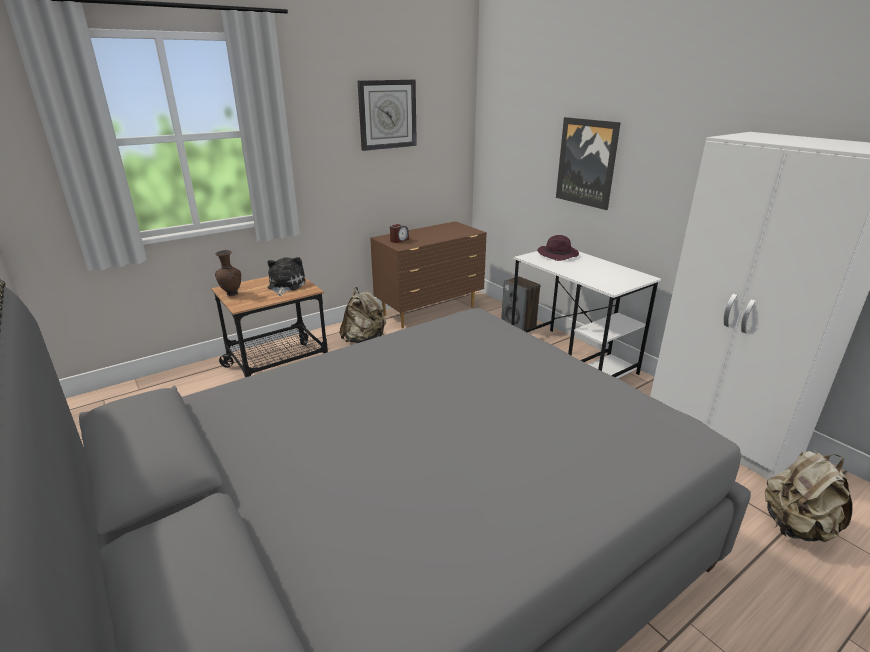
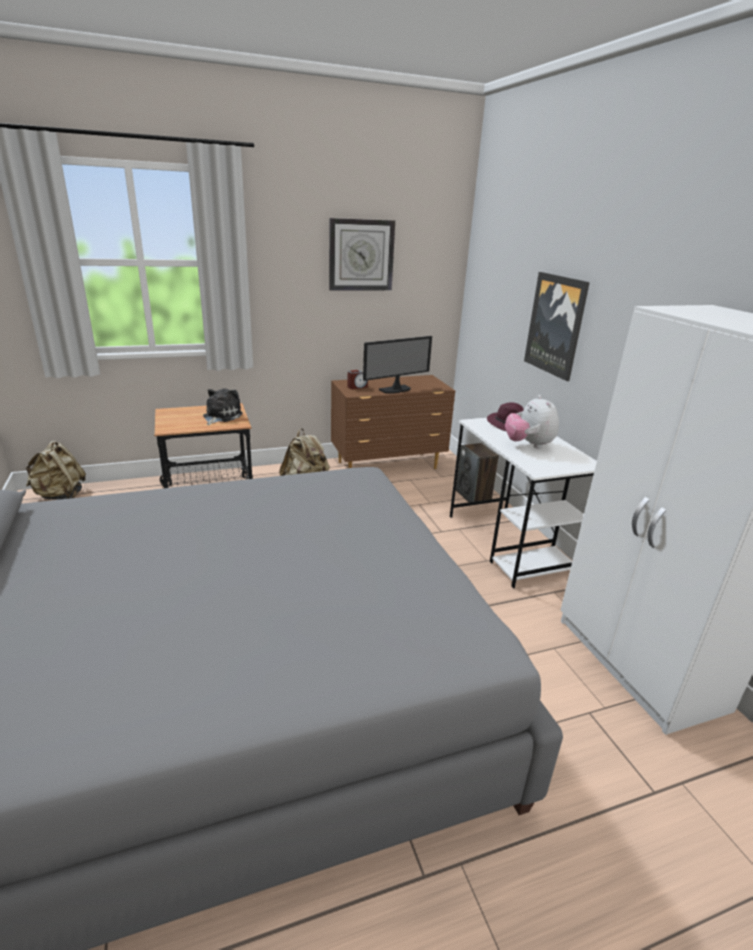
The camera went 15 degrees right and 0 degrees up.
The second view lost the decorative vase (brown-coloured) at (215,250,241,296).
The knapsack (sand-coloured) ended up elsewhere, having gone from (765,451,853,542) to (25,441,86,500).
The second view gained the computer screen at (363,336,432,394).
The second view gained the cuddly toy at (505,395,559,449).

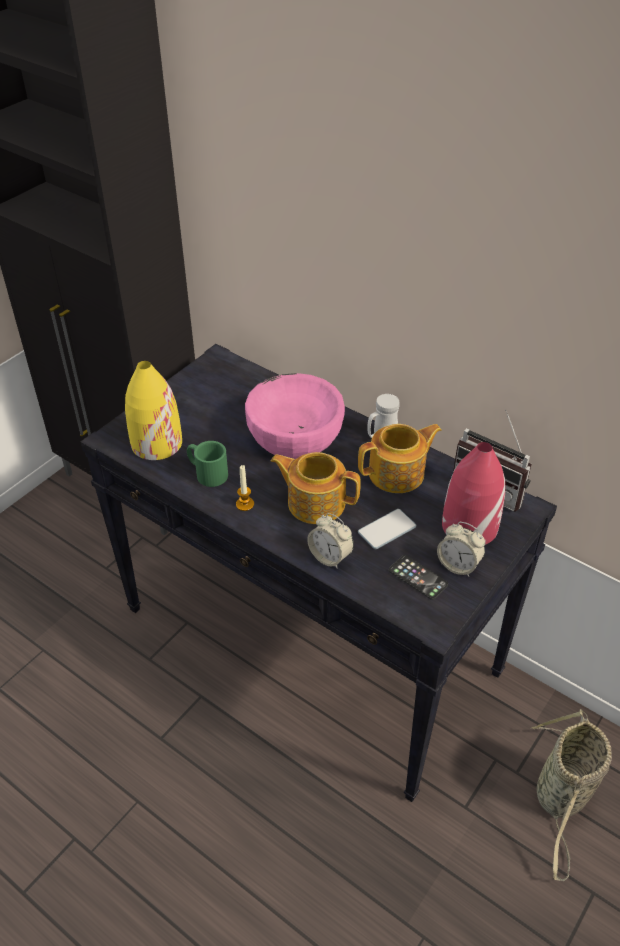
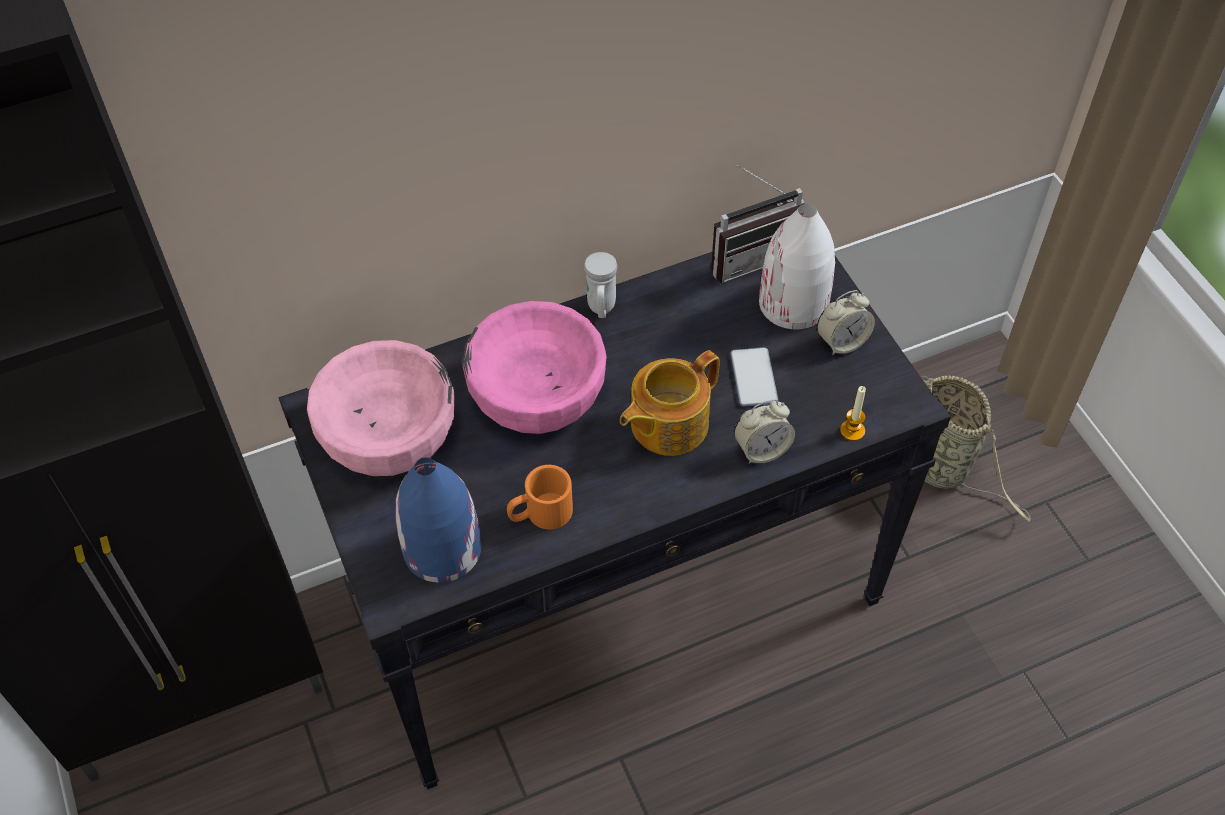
The camera went 60 degrees left and 10 degrees up.
What was the decorative vase (yellow) at (125,361,182,460) turned into the decorative vase (bluish) at (395,457,481,583).
What was the coffee mug (green-coloured) at (187,441,228,487) turned into the coffee mug (orangey) at (507,465,573,530).
The candle ended up elsewhere, having gone from (236,465,254,511) to (840,386,866,441).
The second view lost the tea pot at (358,424,442,493).
The second view lost the phone at (389,555,448,600).
What was the decorative vase (red) at (442,442,505,545) turned into the decorative vase (white-coloured) at (759,204,835,329).
The second view gained the bowl (pink) at (307,340,455,476).

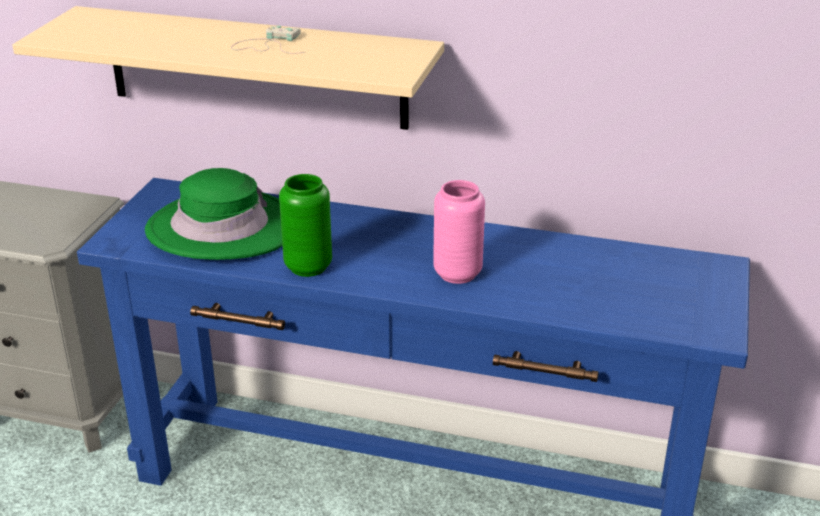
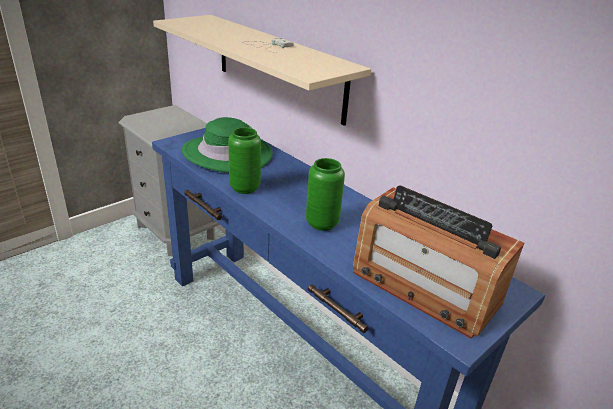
The camera went 30 degrees right and 0 degrees up.
What was the decorative vase (pink) at (433,180,485,284) turned into the decorative vase (green-coloured) at (306,158,345,231).
The second view gained the radio receiver at (353,185,524,339).

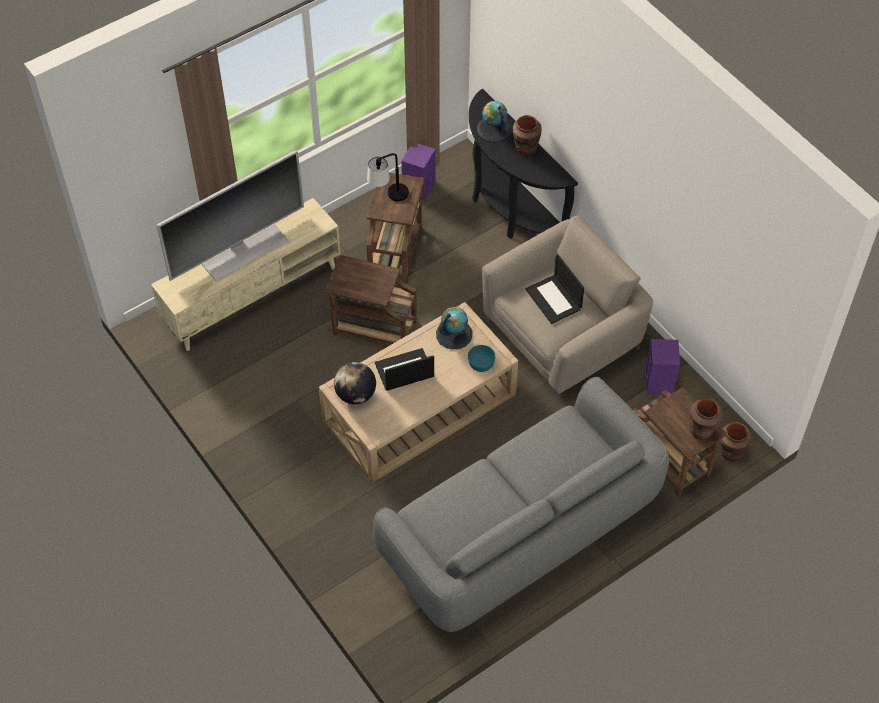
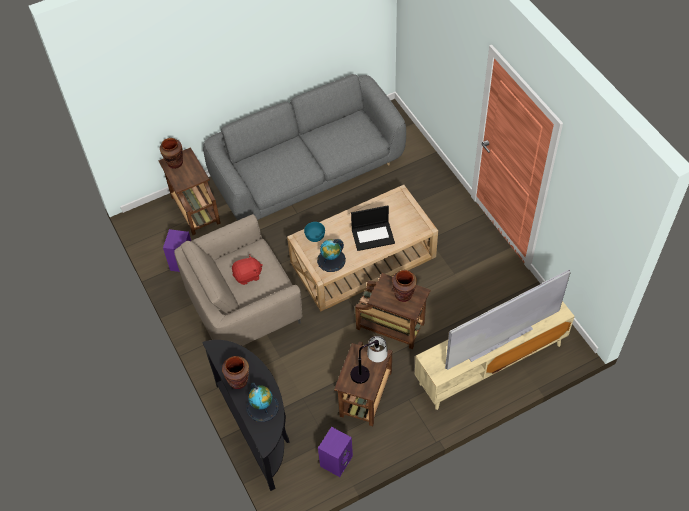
The camera went 170 degrees left and 0 degrees up.
The second view lost the desk globe at (334,362,376,404).
Where the notebook computer stood at (525,254,584,324), the cuddly toy (red) came to stand at (232,255,263,285).
The decorative vase (brown-coloured) ended up elsewhere, having gone from (720,422,752,462) to (392,270,417,302).

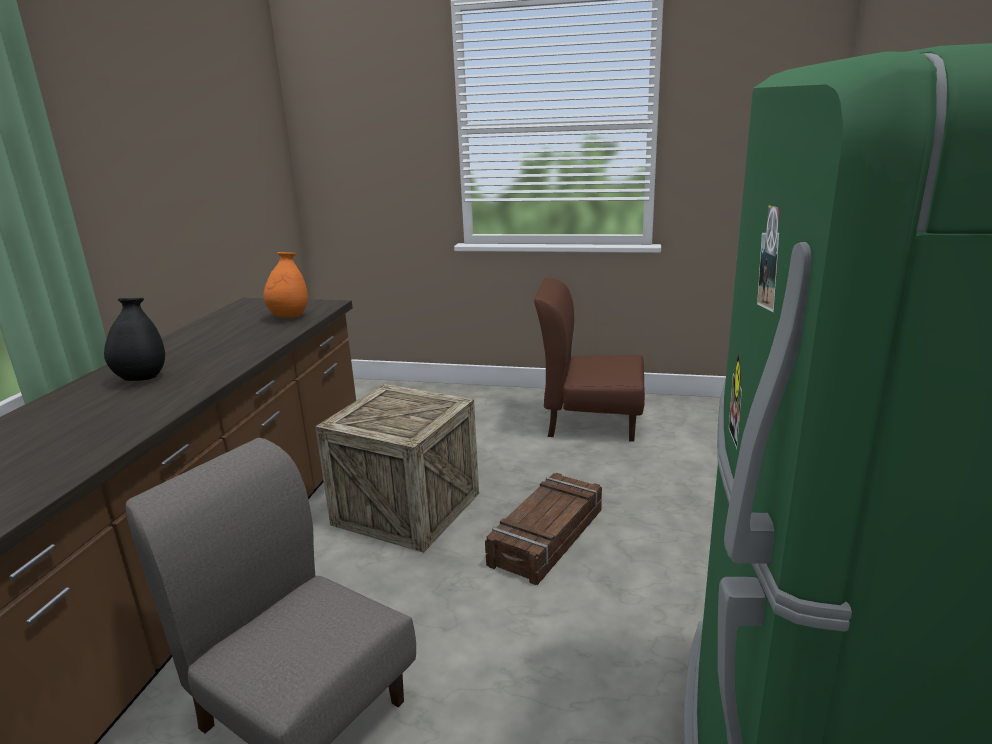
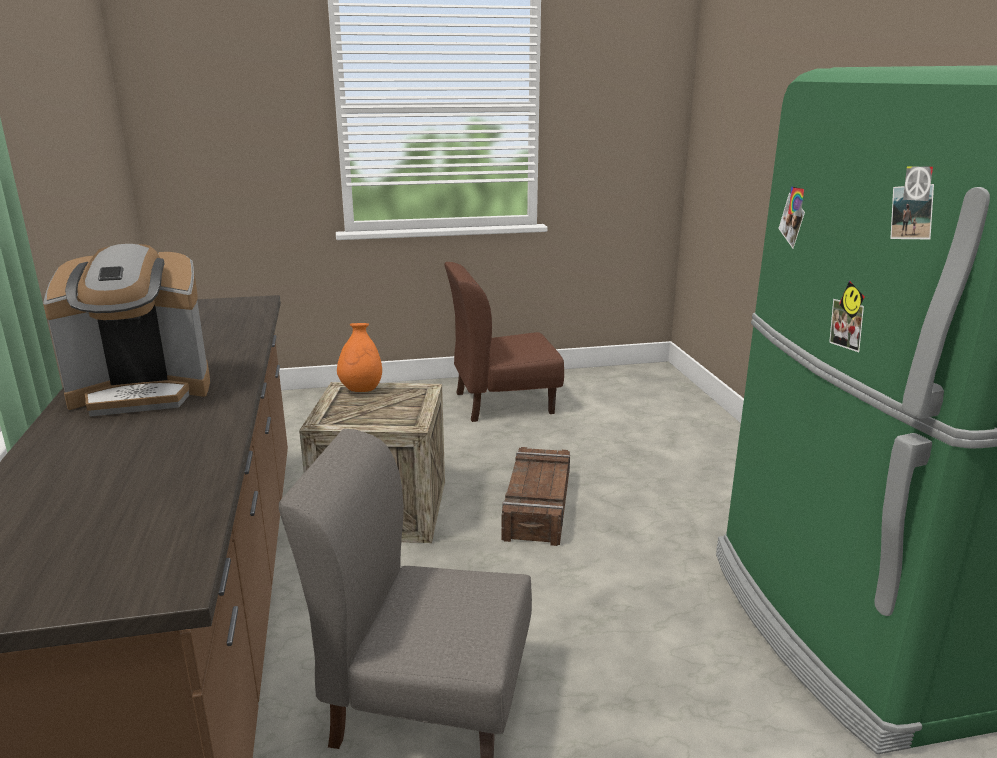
The camera went 25 degrees left and 0 degrees up.
Where the decorative vase (blackish) stood at (104,298,165,381), the coffee brewer came to stand at (43,244,210,417).
The decorative vase (orangey) ended up elsewhere, having gone from (263,252,308,318) to (337,323,382,392).

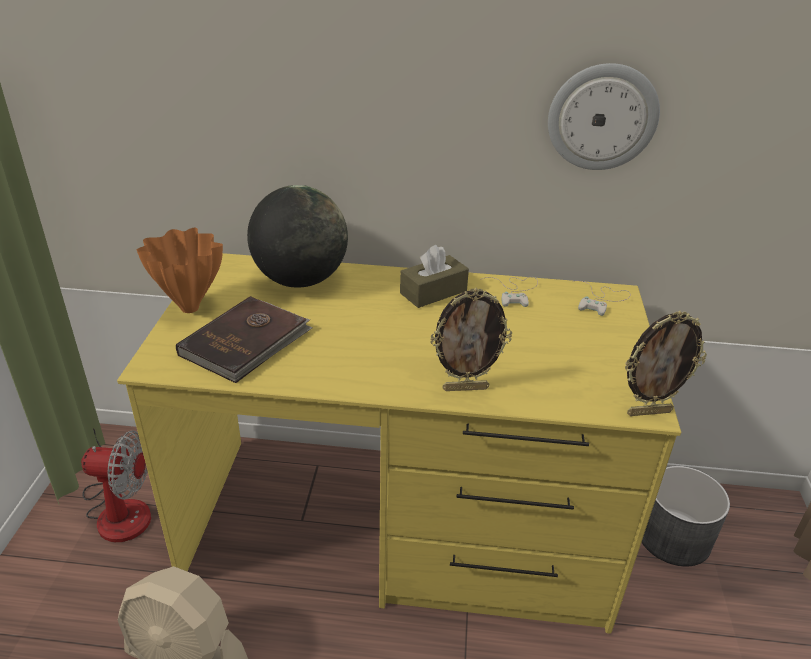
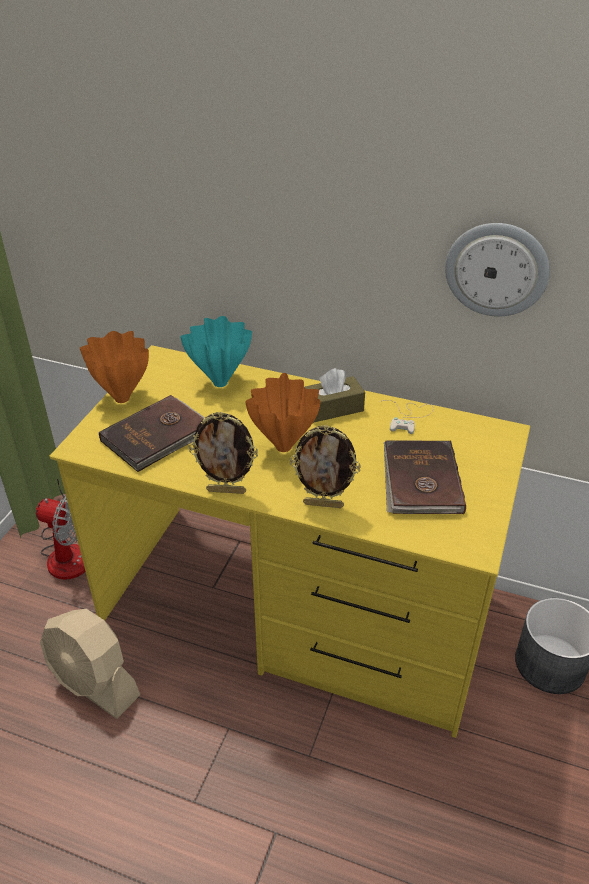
The camera went 15 degrees right and 5 degrees up.
Where the desk globe stood at (247,185,348,288), the decorative vase (turquoise) came to stand at (180,316,252,387).
The second view lost the game controller (white-coloured) at (578,281,631,316).
The standing frame ended up elsewhere, having gone from (625,311,707,416) to (189,411,258,494).
The second view gained the decorative vase (orangey) at (245,373,321,452).
The second view gained the book (brown-coloured) at (384,440,466,514).

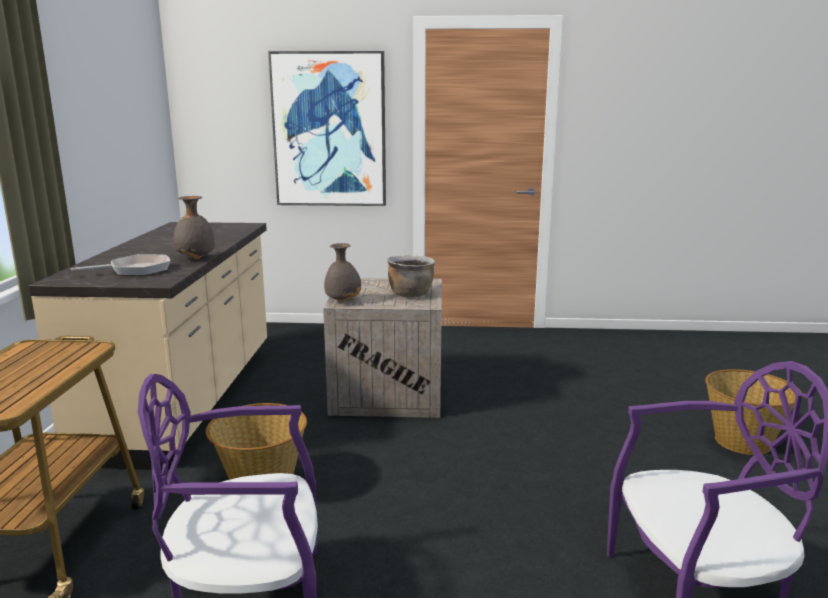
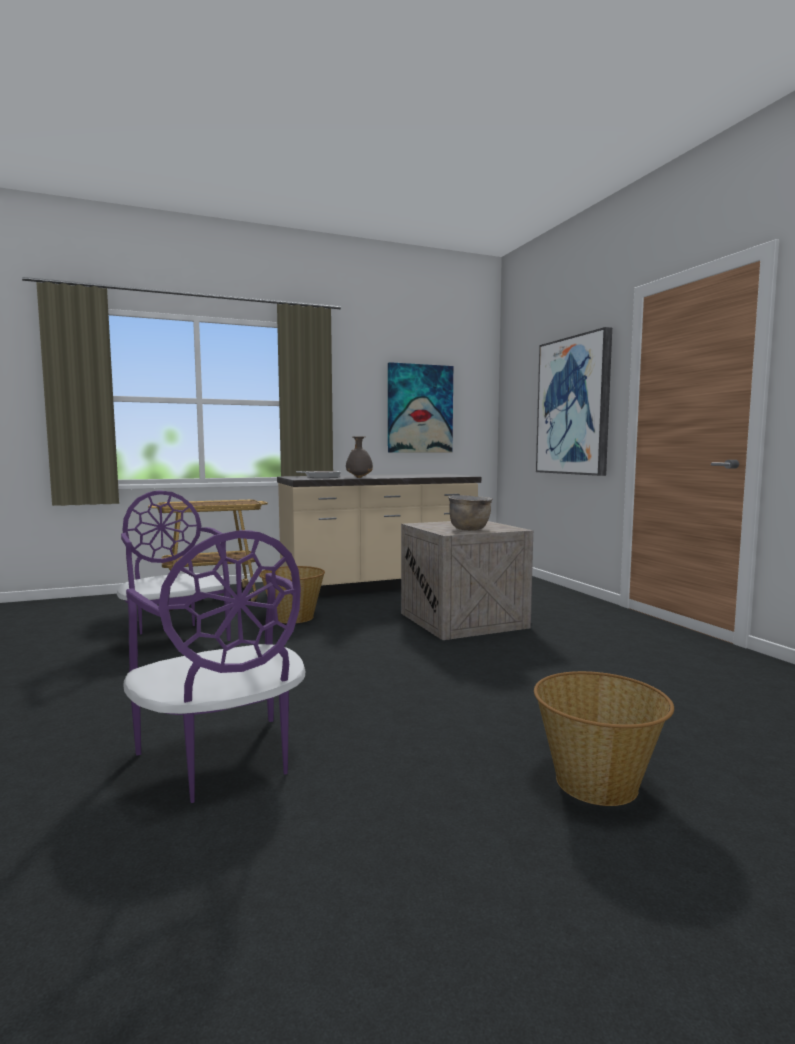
The camera went 65 degrees right and 10 degrees down.
The second view lost the decorative vase (greyish) at (324,243,361,302).
The second view gained the picture at (388,362,453,453).

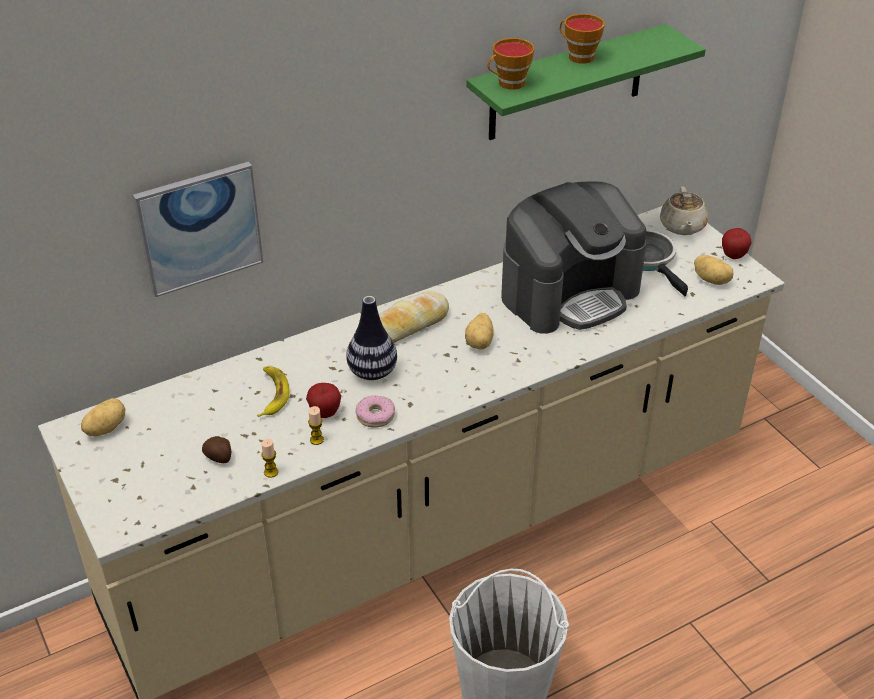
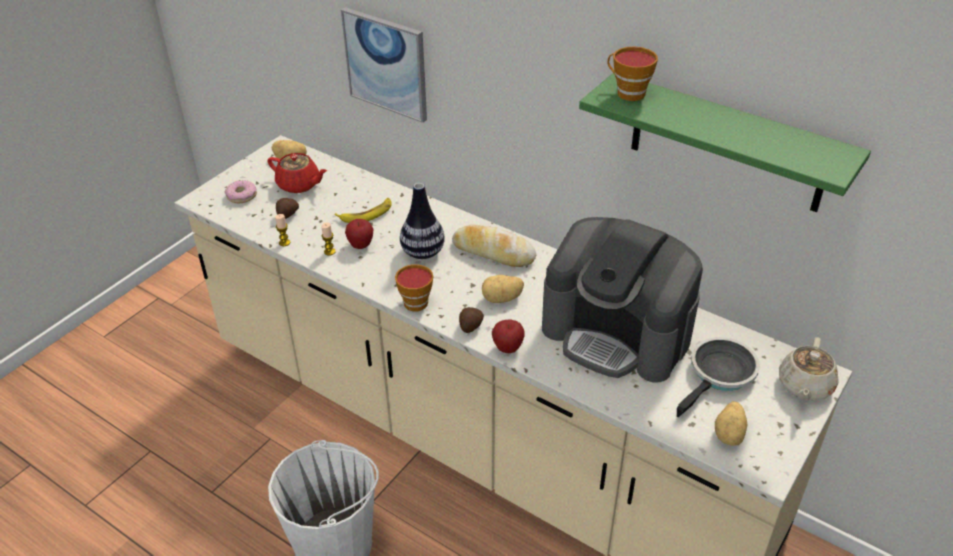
The camera went 65 degrees right and 0 degrees up.
The donut ended up elsewhere, having gone from (356,395,395,428) to (225,180,257,203).
The small cup ended up elsewhere, having gone from (560,14,605,64) to (395,264,433,311).
The tea pot (sand-coloured) at (660,186,708,235) ended up facing another way, 45 degrees counterclockwise from before.
The whole apple ended up elsewhere, having gone from (722,228,752,259) to (492,319,525,353).
The second view gained the tea pot (red) at (267,153,327,193).
The second view gained the potato at (459,307,484,333).

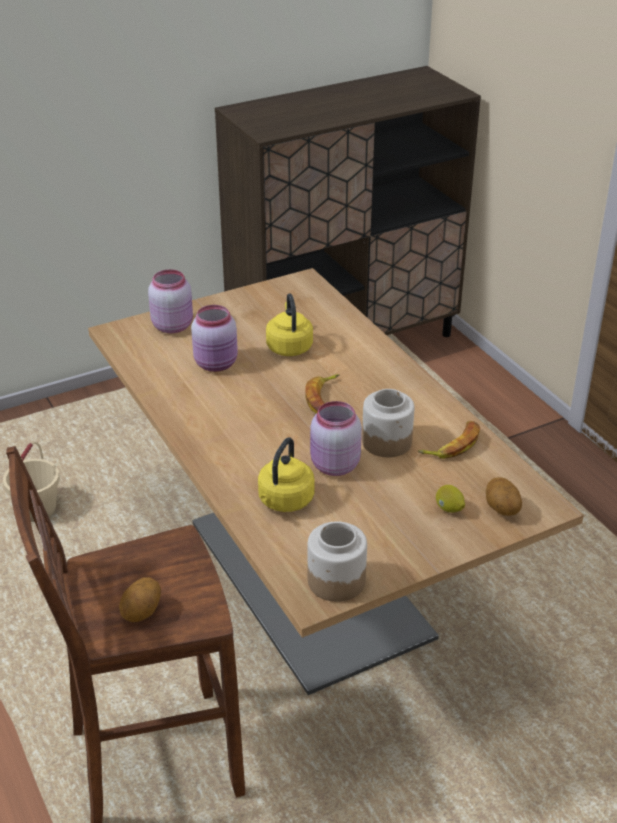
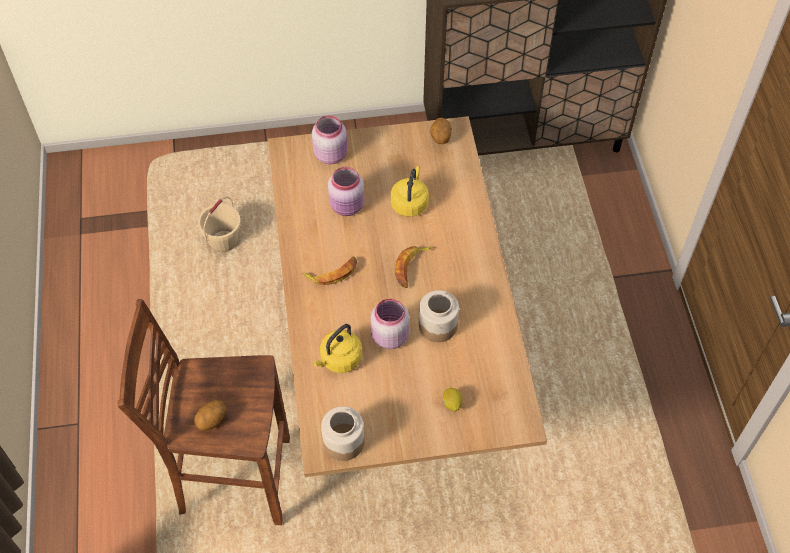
The camera went 20 degrees right and 20 degrees up.
The banana fruit ended up elsewhere, having gone from (418,421,480,459) to (302,256,357,285).
The potato ended up elsewhere, having gone from (486,477,522,516) to (430,118,452,144).

